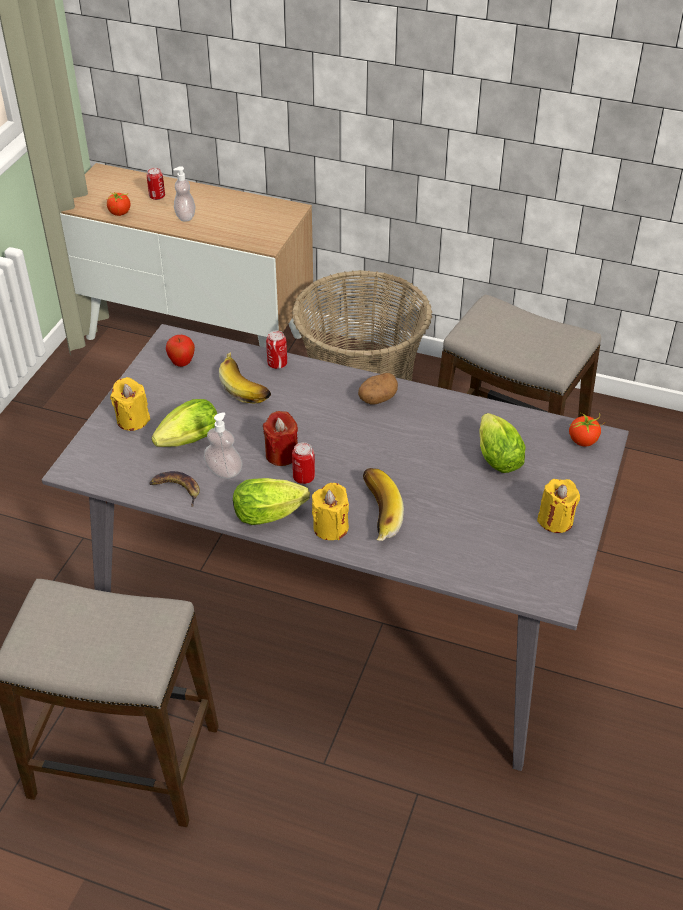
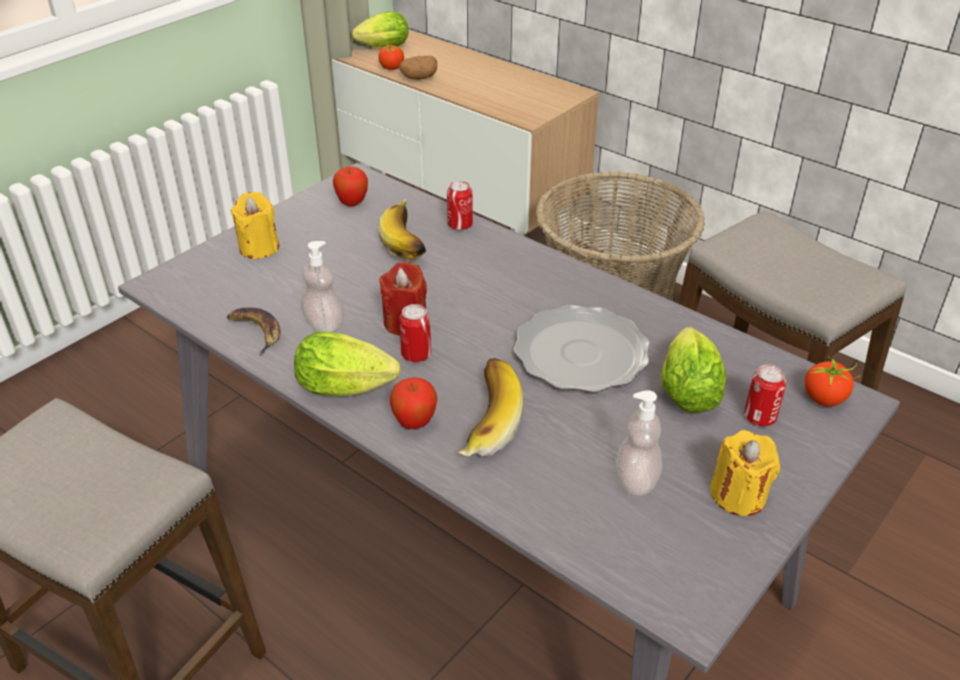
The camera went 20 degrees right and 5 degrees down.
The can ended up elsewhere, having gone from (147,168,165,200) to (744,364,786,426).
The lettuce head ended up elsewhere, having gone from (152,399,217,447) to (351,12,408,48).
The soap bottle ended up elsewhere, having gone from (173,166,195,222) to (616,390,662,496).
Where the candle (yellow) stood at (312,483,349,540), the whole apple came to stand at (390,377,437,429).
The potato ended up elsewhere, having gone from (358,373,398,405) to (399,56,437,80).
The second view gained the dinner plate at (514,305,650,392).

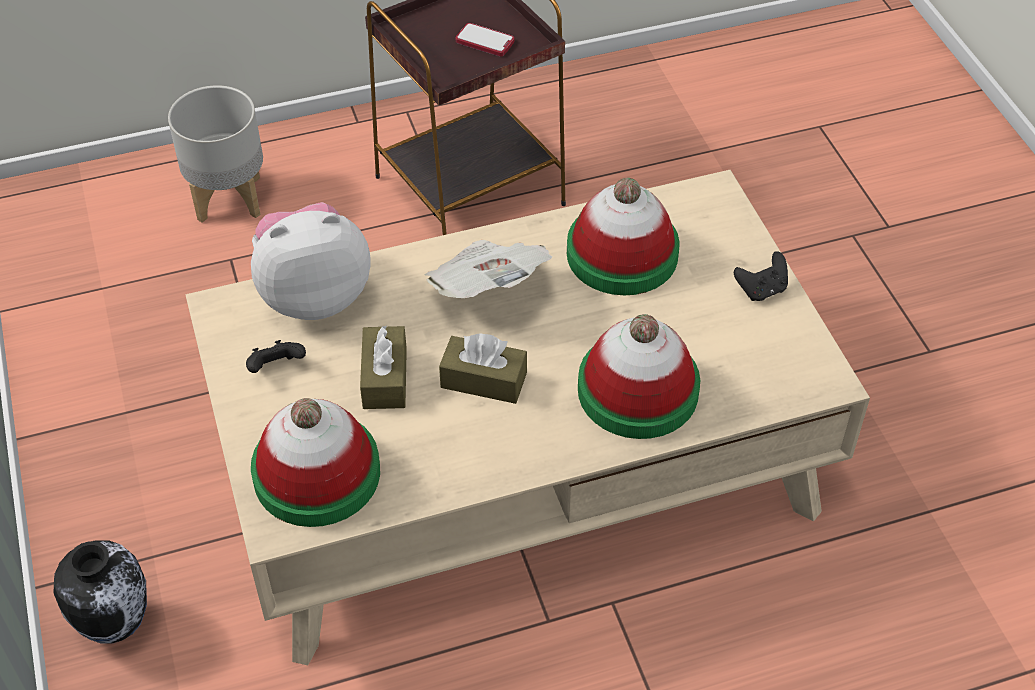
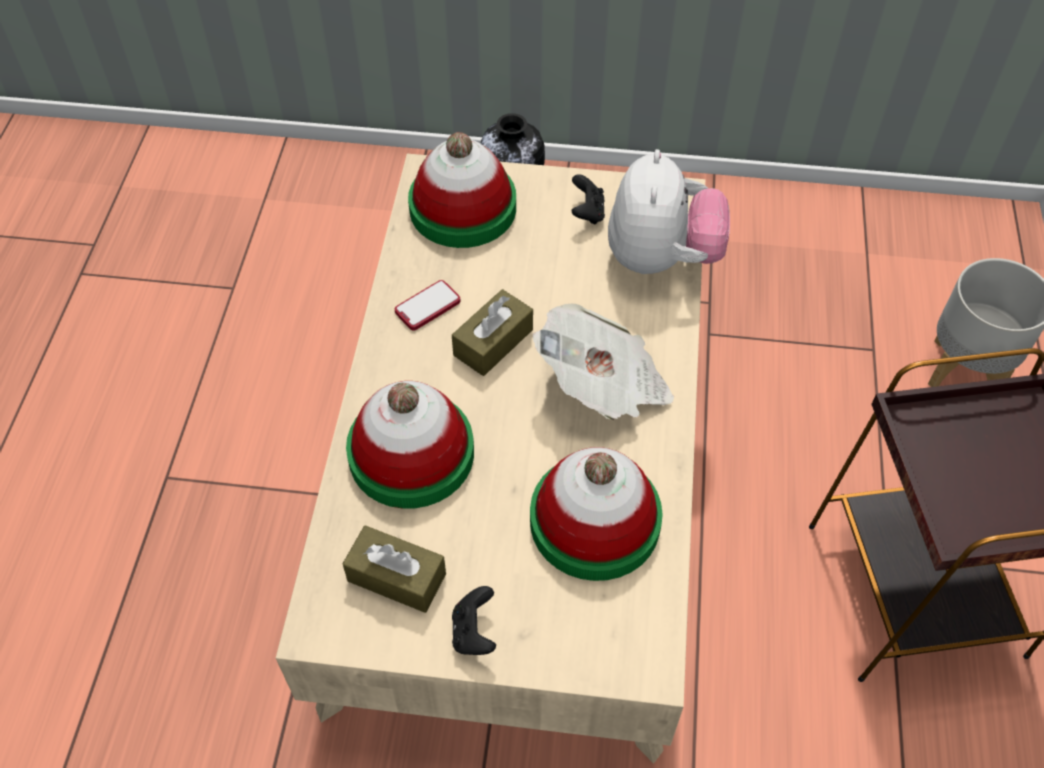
The camera went 115 degrees right and 5 degrees up.
The tissue box (brown-coloured) ended up elsewhere, having gone from (360,325,407,409) to (343,525,446,613).
The phone ended up elsewhere, having gone from (456,23,515,57) to (395,280,461,331).

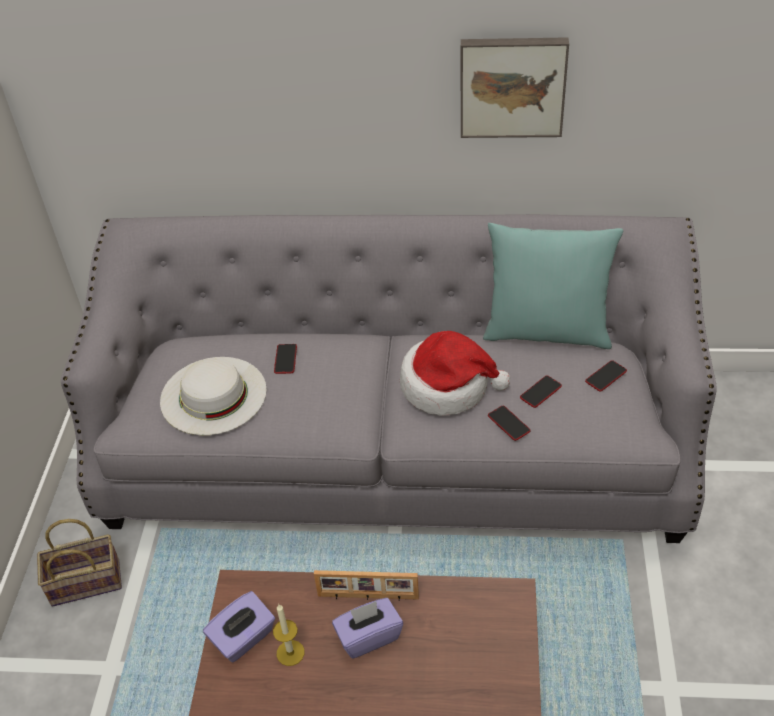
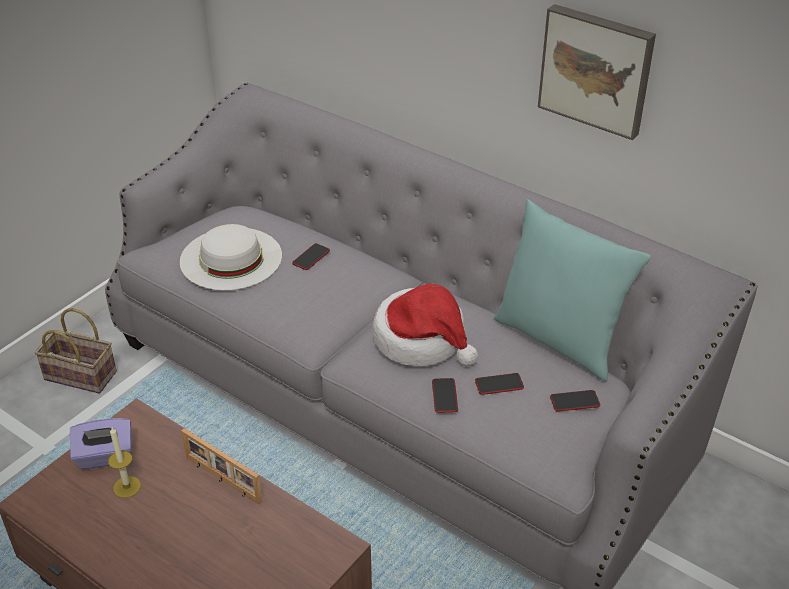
The camera went 30 degrees right and 5 degrees down.
The second view lost the tissue box (purple) at (332,598,403,659).

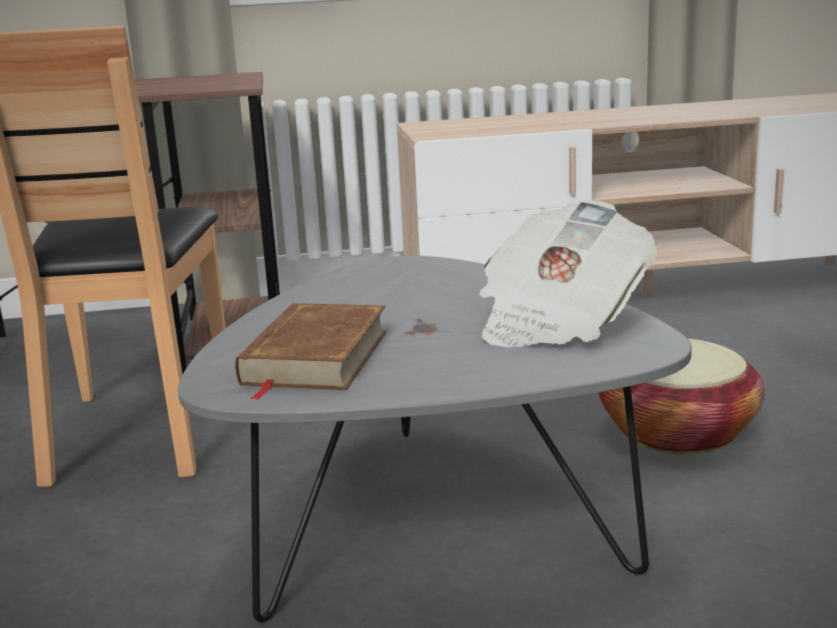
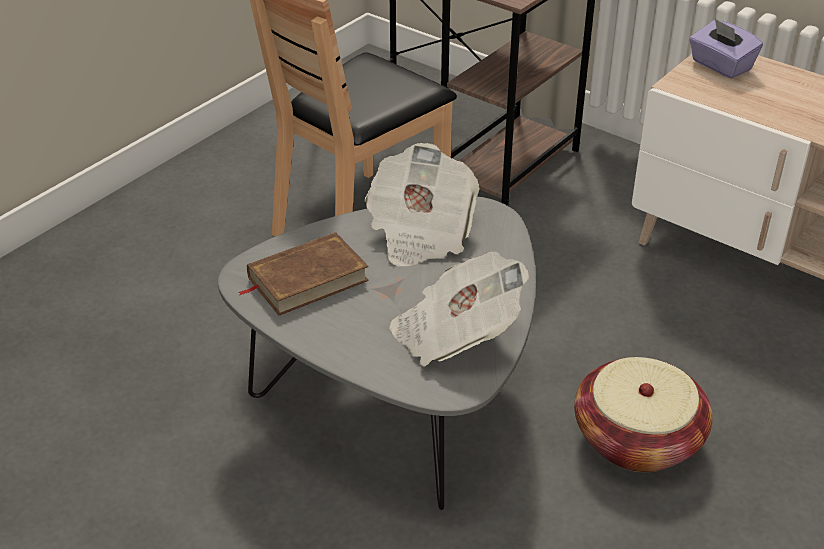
The camera went 45 degrees right and 20 degrees up.
The second view gained the daily paper at (365,143,480,267).
The second view gained the tissue box (purple) at (689,19,763,79).

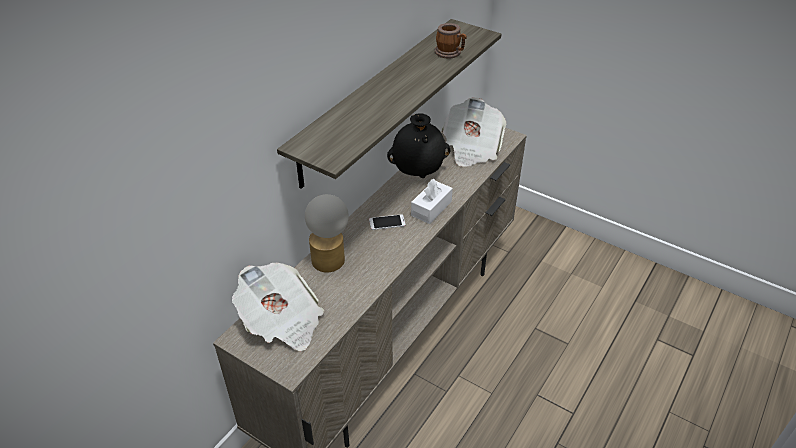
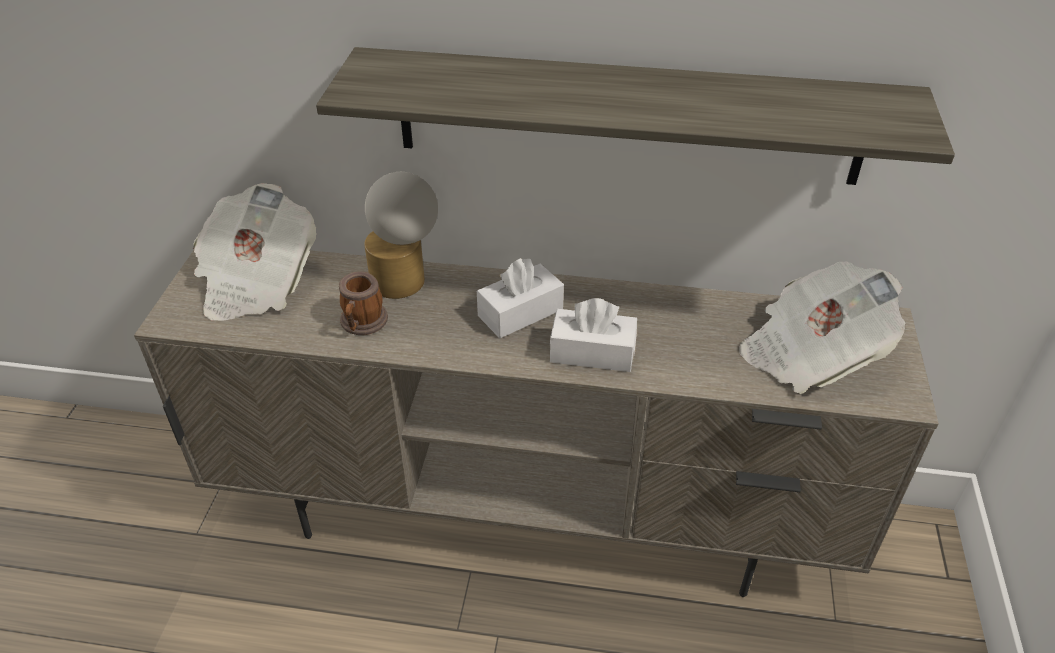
The camera went 65 degrees right and 0 degrees up.
Where the phone stood at (369,214,406,230), the tissue box (white-coloured) came to stand at (477,258,564,338).
The second view lost the decorative vase (blackish) at (387,113,450,178).
The coffee mug ended up elsewhere, having gone from (435,23,467,58) to (339,271,388,335).

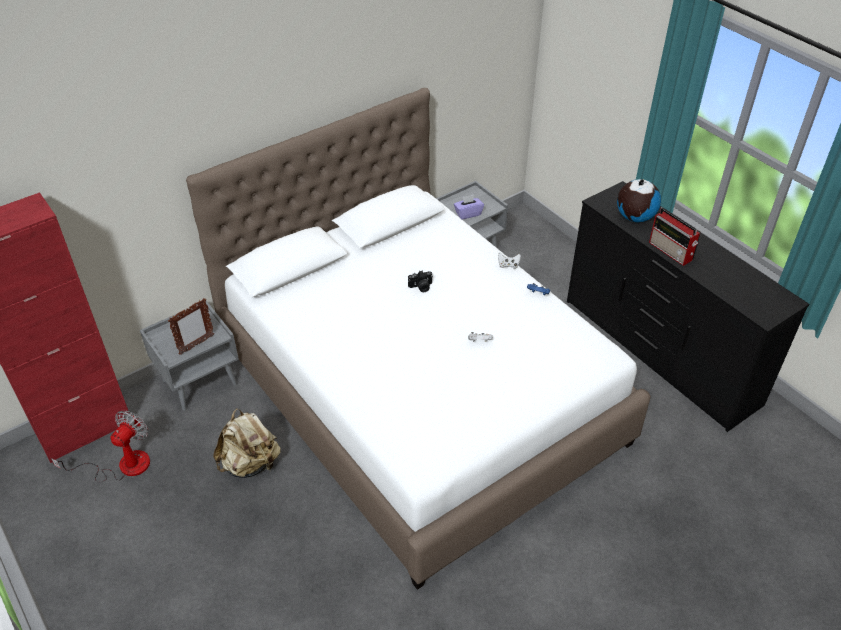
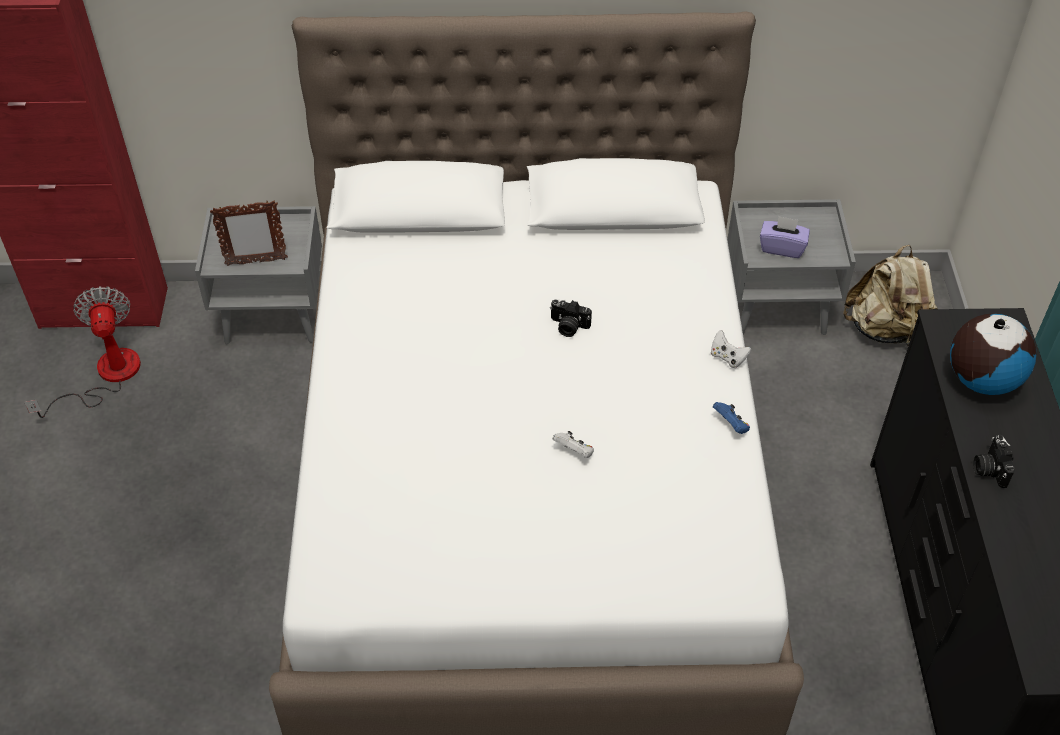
The camera went 35 degrees right and 5 degrees up.
The cooling fan at (51,410,150,482) ended up facing another way, 75 degrees counterclockwise from before.
The knapsack (sand-coloured) ended up elsewhere, having gone from (213,408,281,478) to (843,245,938,349).
Where the radio receiver stood at (649,207,701,266), the still camera came to stand at (974,435,1015,488).

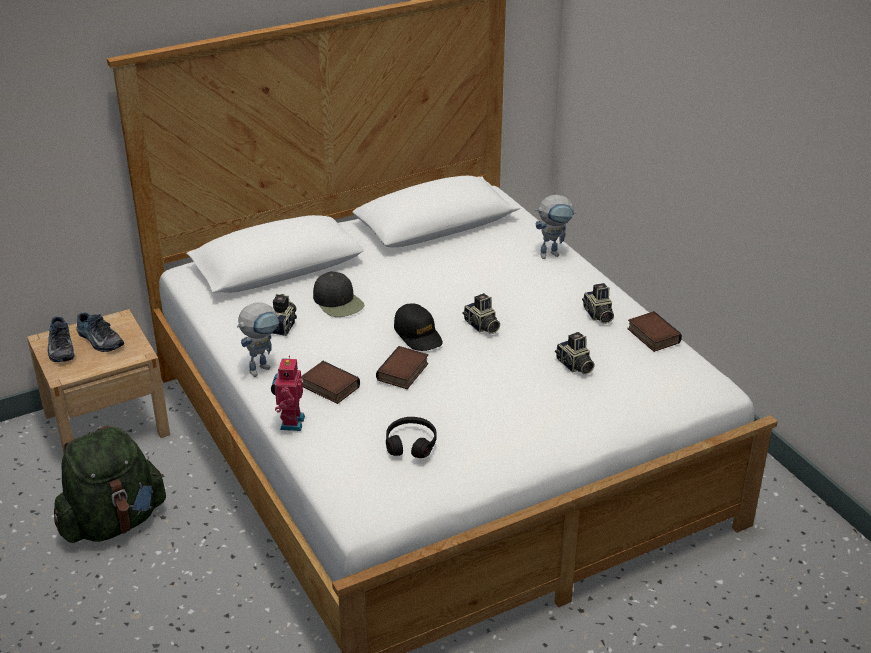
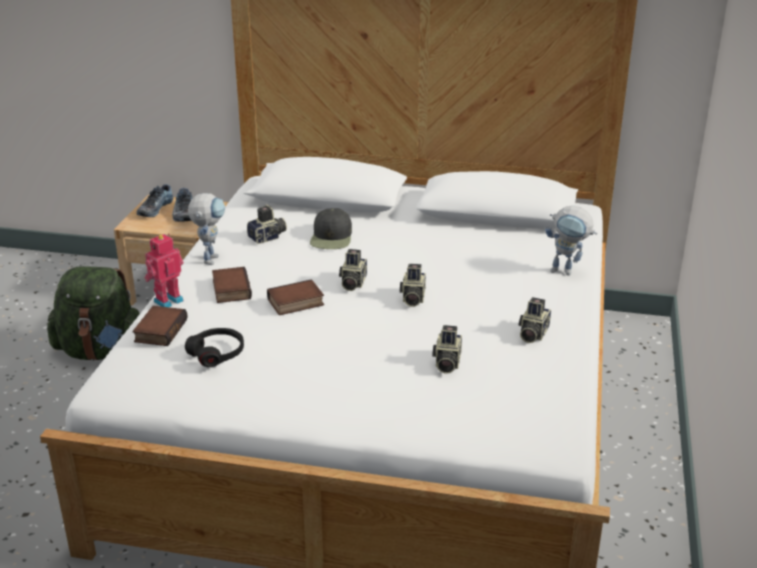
The camera went 40 degrees right and 5 degrees down.
The robot figure at (237,302,279,377) ended up facing another way, 75 degrees counterclockwise from before.
Where the baseball cap (blackish) stood at (394,303,443,351), the still camera came to stand at (339,249,367,291).
The book ended up elsewhere, having gone from (627,311,682,352) to (132,306,188,346).

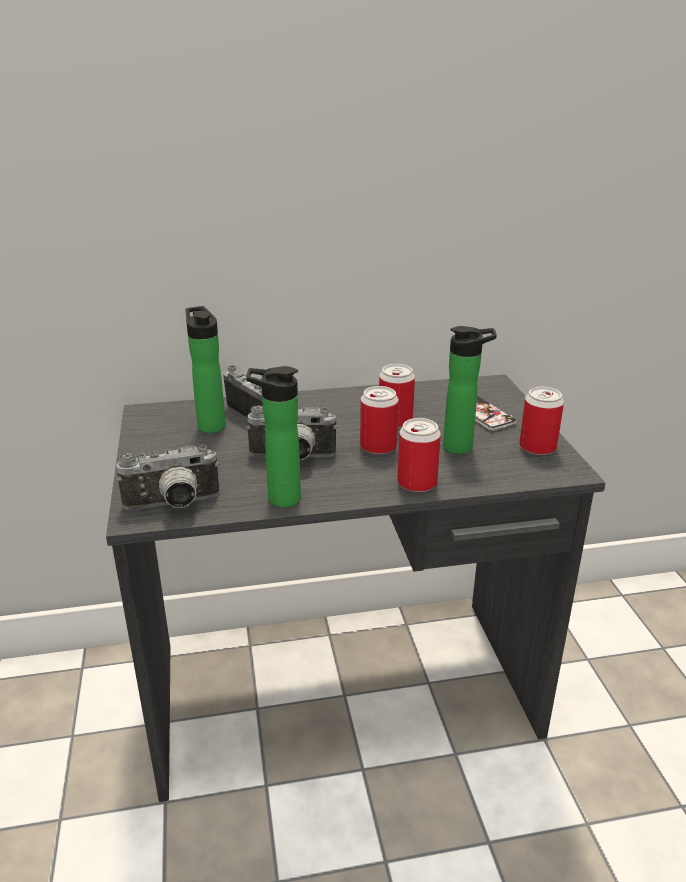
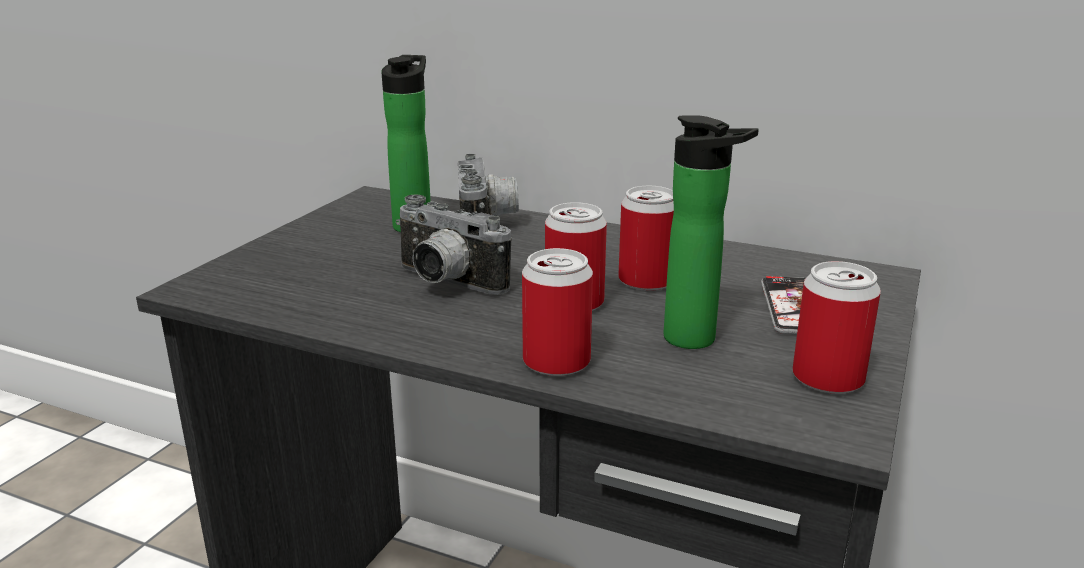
The camera went 35 degrees right and 5 degrees down.
The second view lost the still camera at (116,445,219,510).
The second view lost the drink bottle at (246,366,301,508).

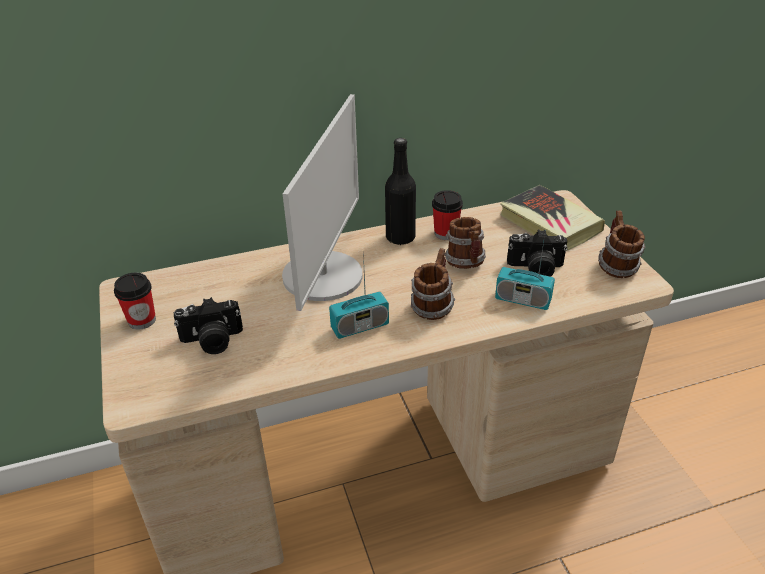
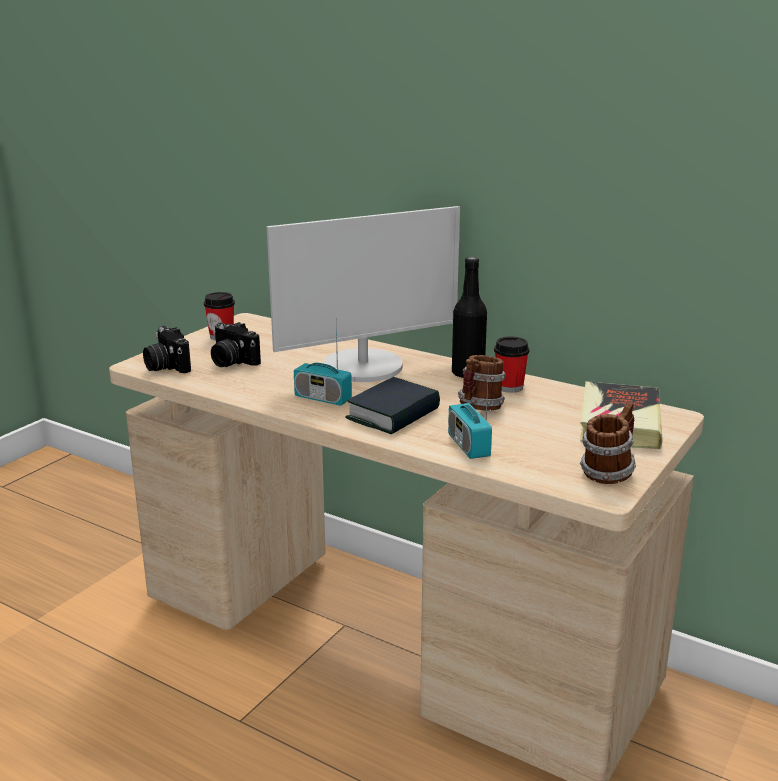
The camera went 50 degrees right and 15 degrees down.
Where the coffee mug stood at (411,248,455,320), the book came to stand at (345,377,440,434).
The still camera ended up elsewhere, having gone from (507,230,568,277) to (143,326,191,373).

